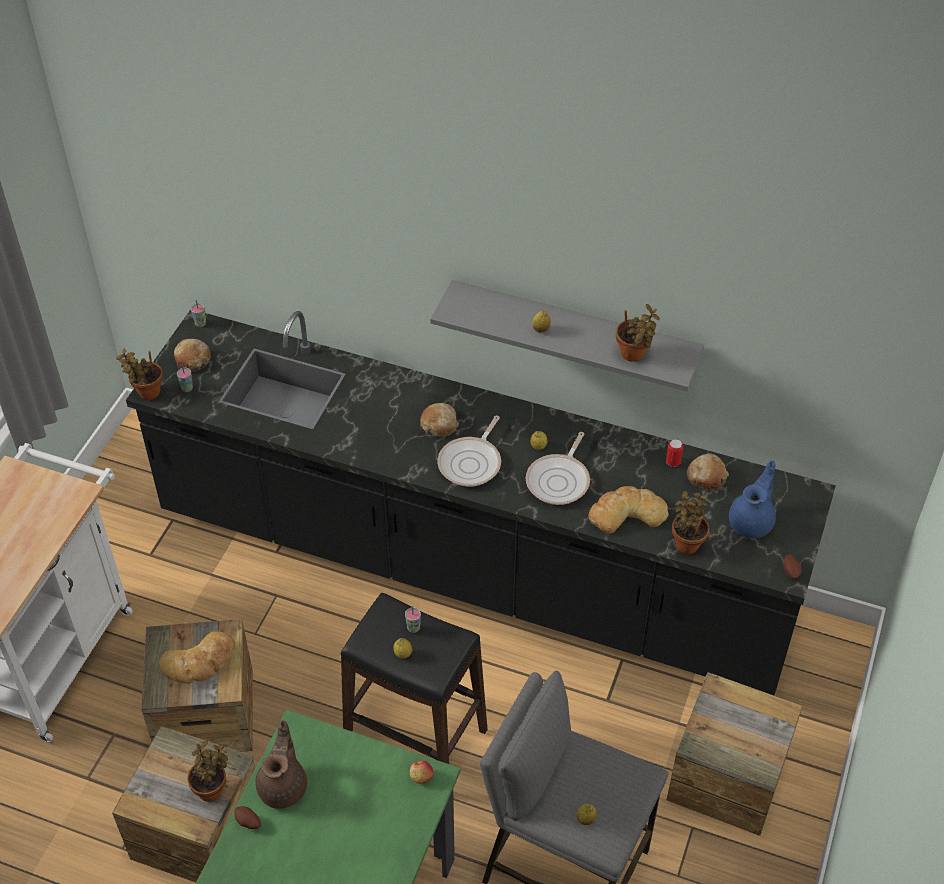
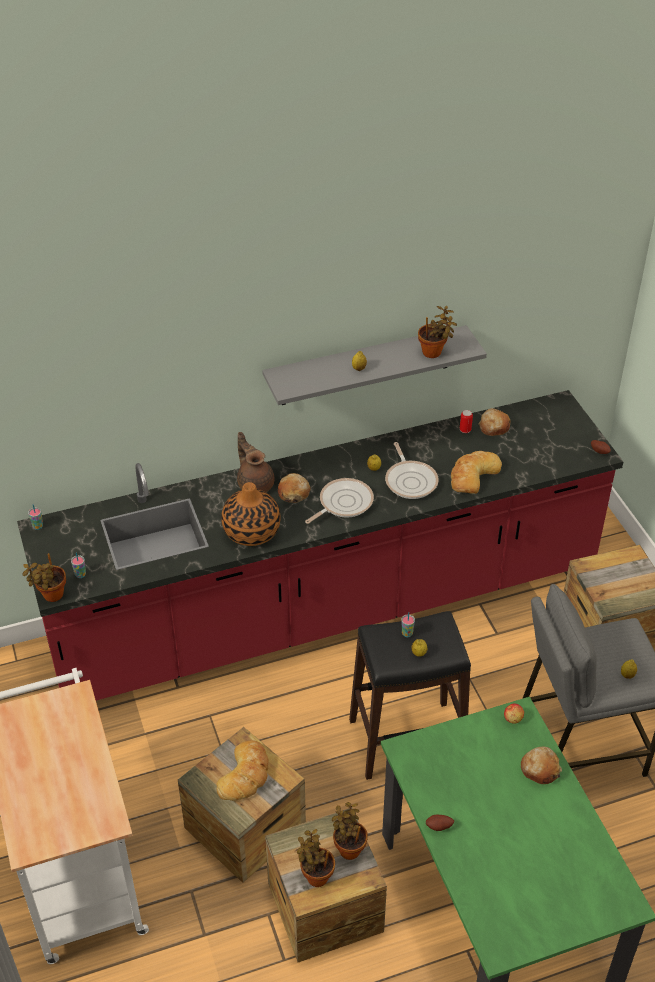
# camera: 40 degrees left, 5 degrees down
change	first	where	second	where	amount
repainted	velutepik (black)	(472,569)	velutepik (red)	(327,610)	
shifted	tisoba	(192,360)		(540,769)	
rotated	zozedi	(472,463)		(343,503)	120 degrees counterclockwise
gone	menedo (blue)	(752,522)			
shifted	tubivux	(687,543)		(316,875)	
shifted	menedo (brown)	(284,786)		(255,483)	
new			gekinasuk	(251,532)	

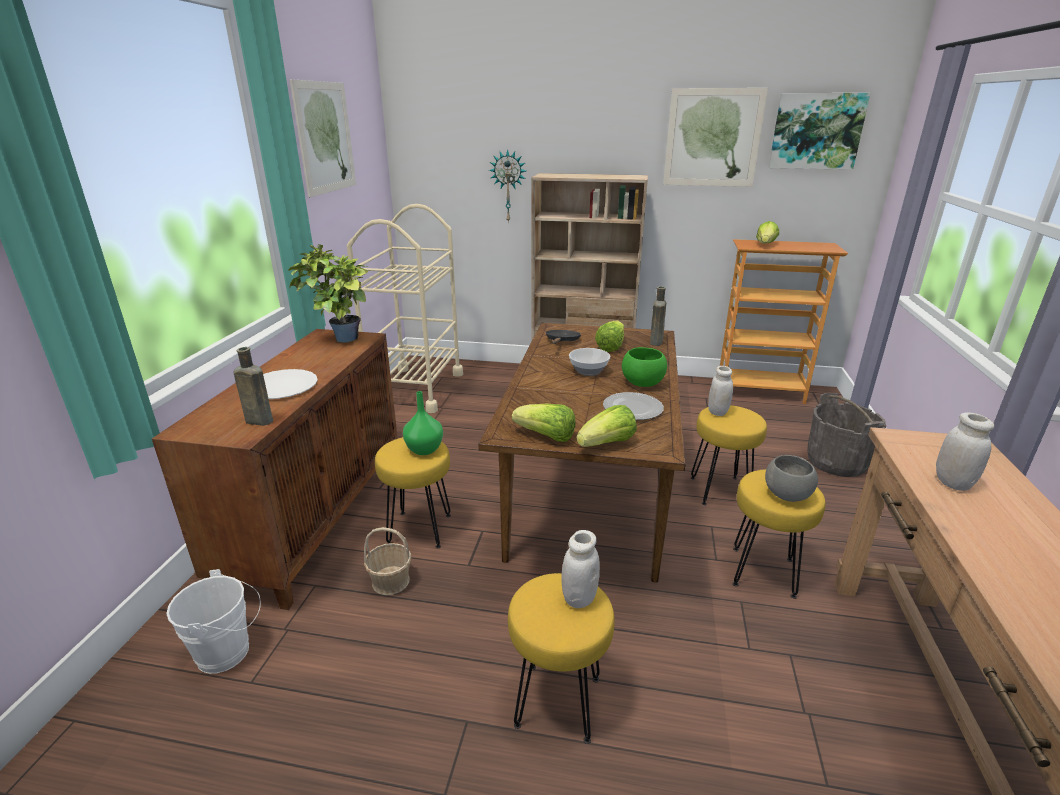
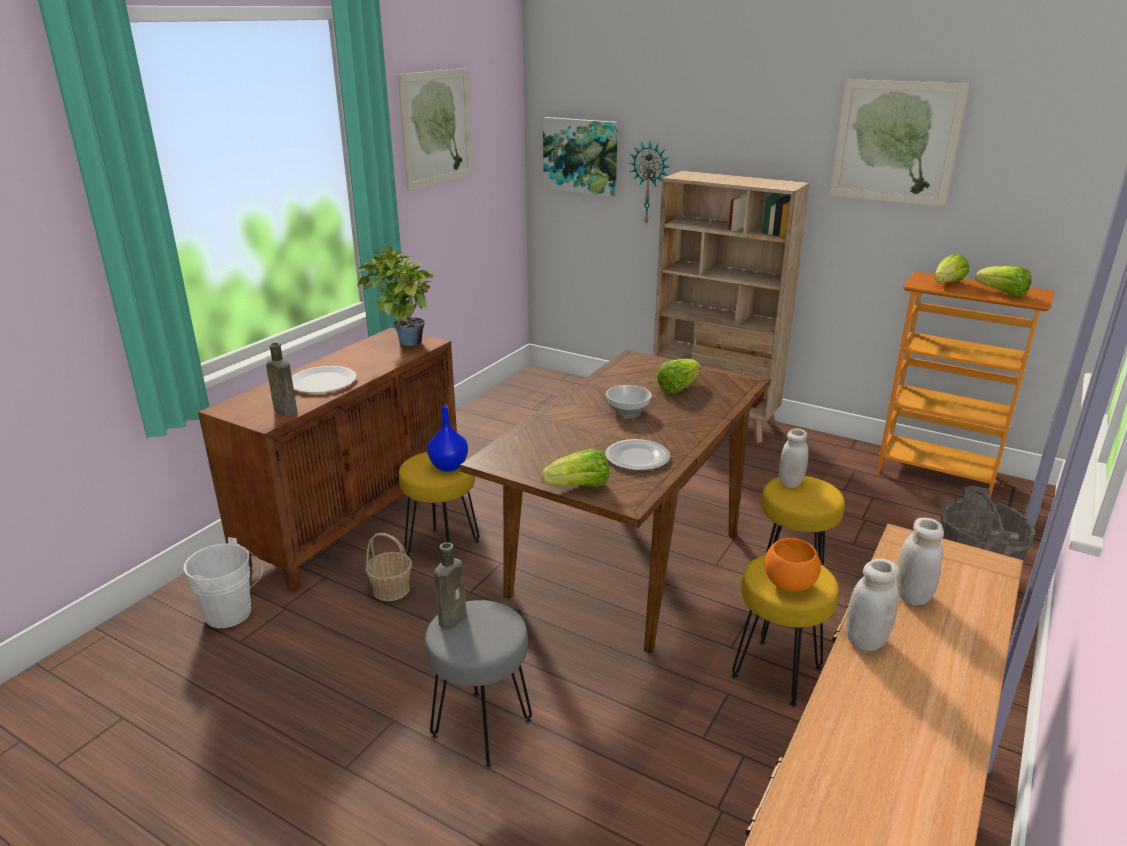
# camera: 20 degrees right, 0 degrees up
change	first	where	second	where	amount
shifted	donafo	(816,131)		(581,156)	
gone	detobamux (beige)	(416,389)			
shifted	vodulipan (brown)	(656,341)		(454,617)	
gone	zozedi (black)	(562,341)			
gone	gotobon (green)	(643,384)			
repainted	gekinasuk (green)	(424,449)	gekinasuk (blue)	(448,466)	
shifted	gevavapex	(546,437)		(1002,294)	
repainted	gotobon (grey)	(786,495)	gotobon (orange)	(788,584)	
shifted	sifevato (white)	(579,598)		(865,640)	
repainted	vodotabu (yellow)	(557,702)	vodotabu (grey)	(480,728)	

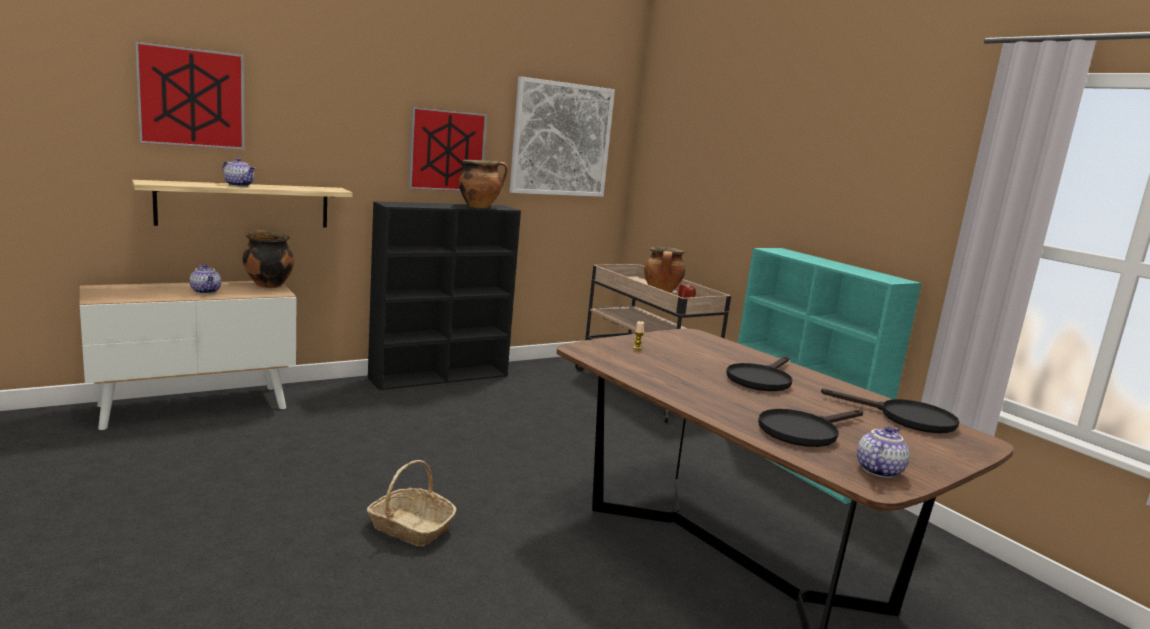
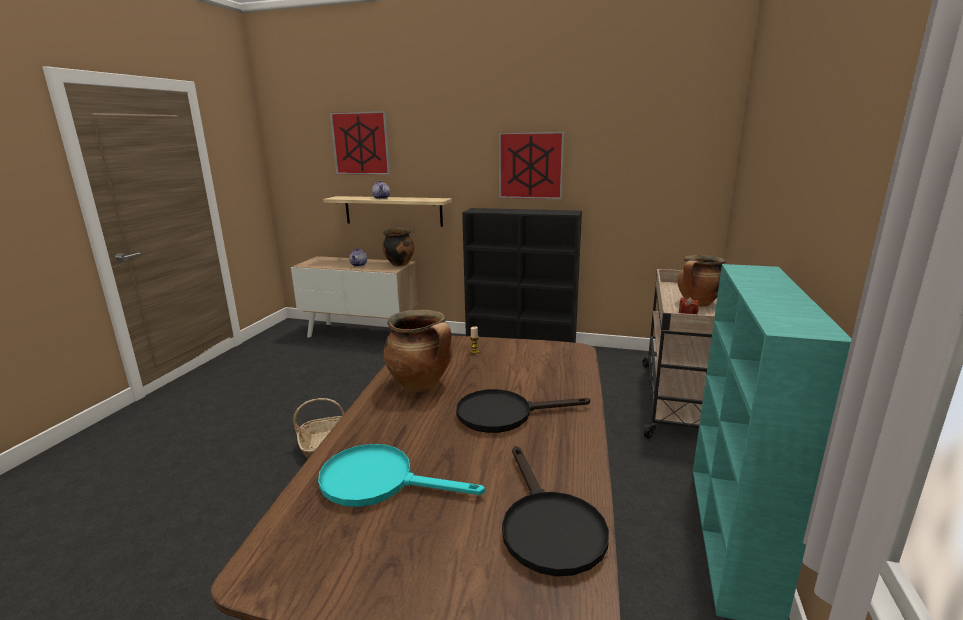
# camera: 50 degrees right, 5 degrees up
change	first	where	second	where	amount
gone	donafo	(561,139)			
shifted	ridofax	(480,206)		(421,385)	
repainted	zozedi (black)	(804,431)	zozedi (turquoise)	(379,481)	
gone	menedo	(877,470)			

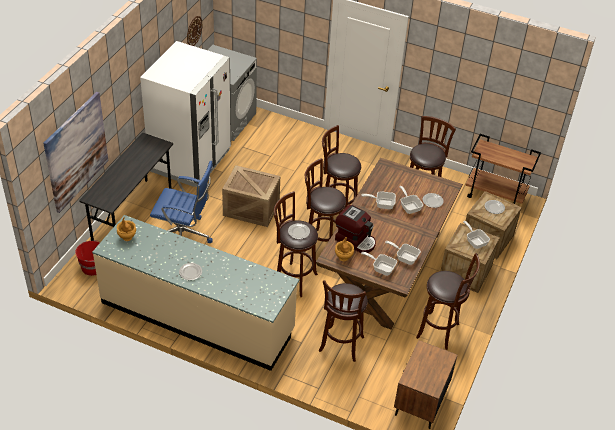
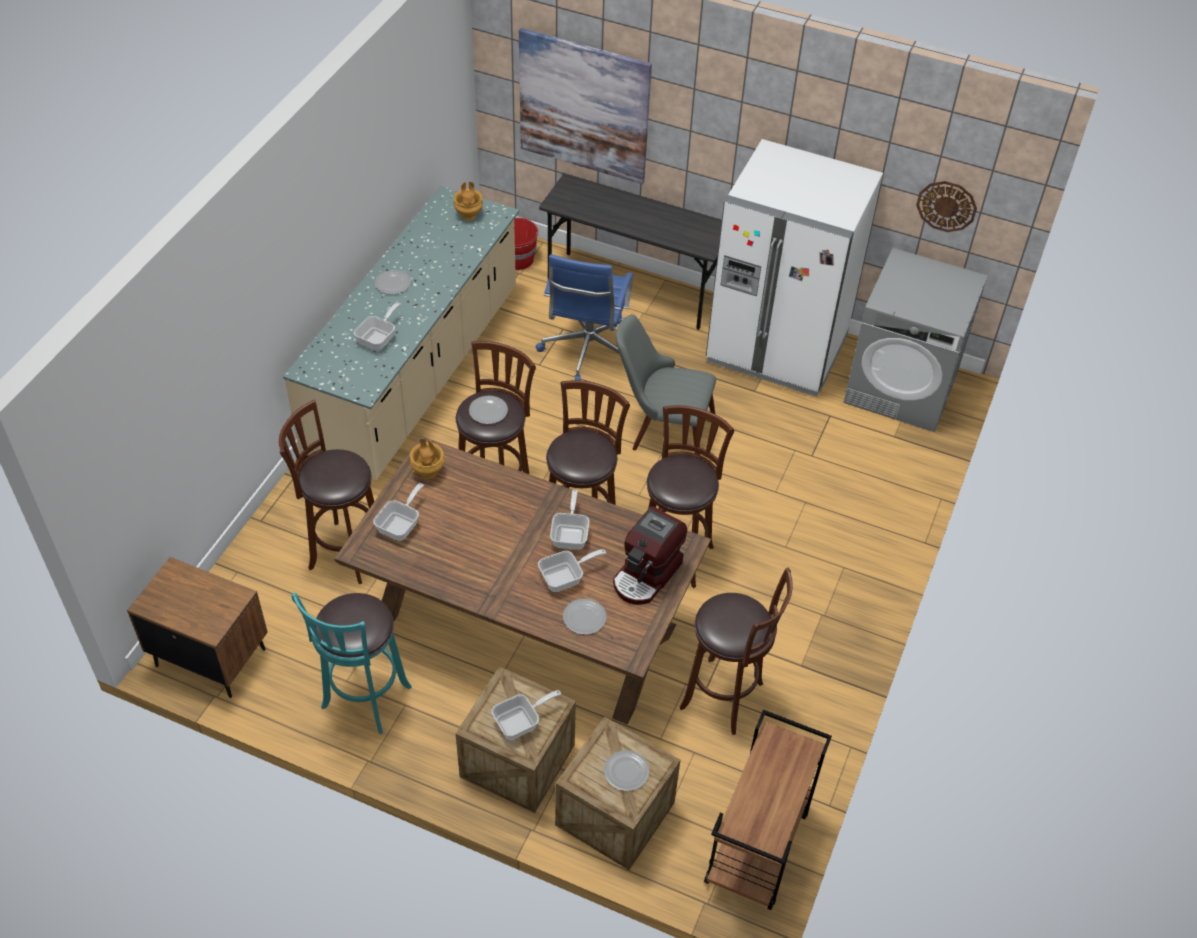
# camera: 90 degrees right, 5 degrees up
change	first	where	second	where	amount
swapped	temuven	(250,209)	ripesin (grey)	(662,430)	
shifted	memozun	(355,240)		(647,575)	
shifted	zozedi	(404,257)		(379,338)	
repainted	vodotabu (brown)	(440,332)	vodotabu (turquoise)	(364,701)	

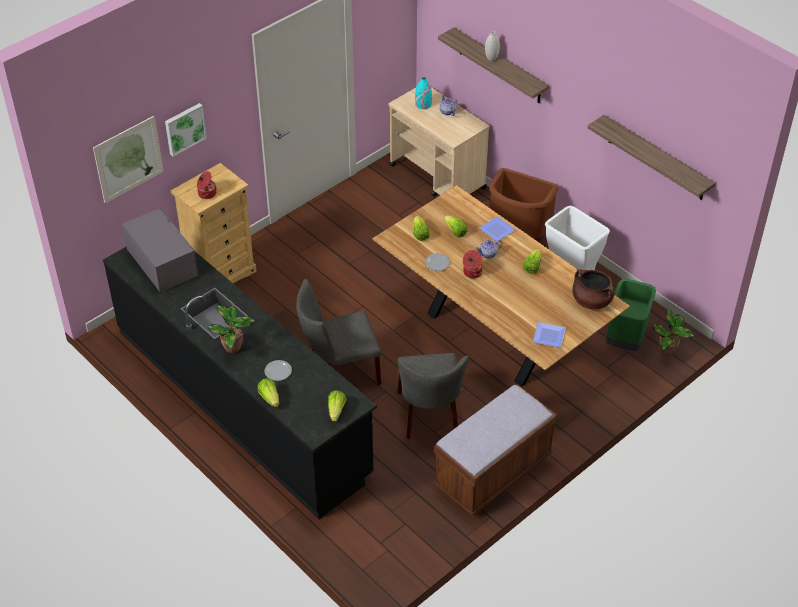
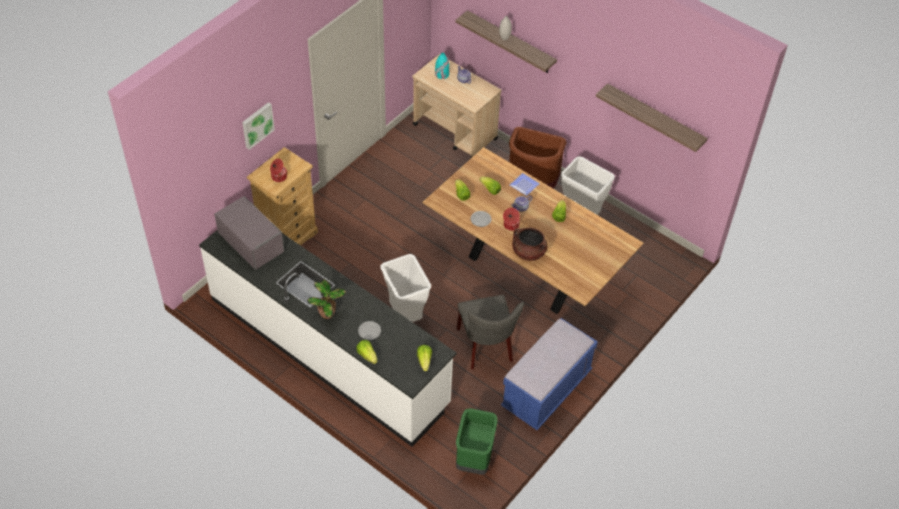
# camera: 10 degrees left, 5 degrees up
change	first	where	second	where	amount
gone	donafo	(128,159)			
repainted	velutepik (black)	(242,401)	velutepik (white)	(328,350)	
shifted	ridofax (brown)	(591,301)		(528,252)	
swapped	ripesin (grey)	(339,372)	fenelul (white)	(405,316)	
shifted	fenelul (green)	(626,339)		(475,459)	
gone	tubivux	(668,351)			
gone	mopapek	(550,335)			
repainted	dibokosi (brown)	(493,472)	dibokosi (blue)	(546,390)	

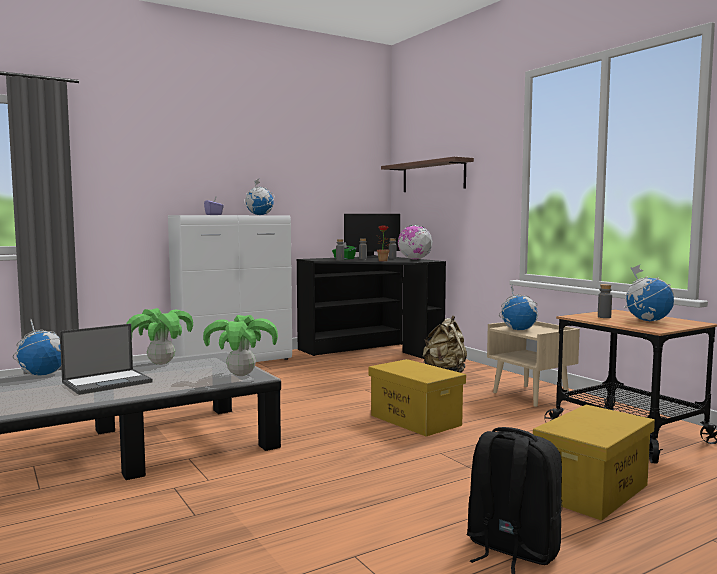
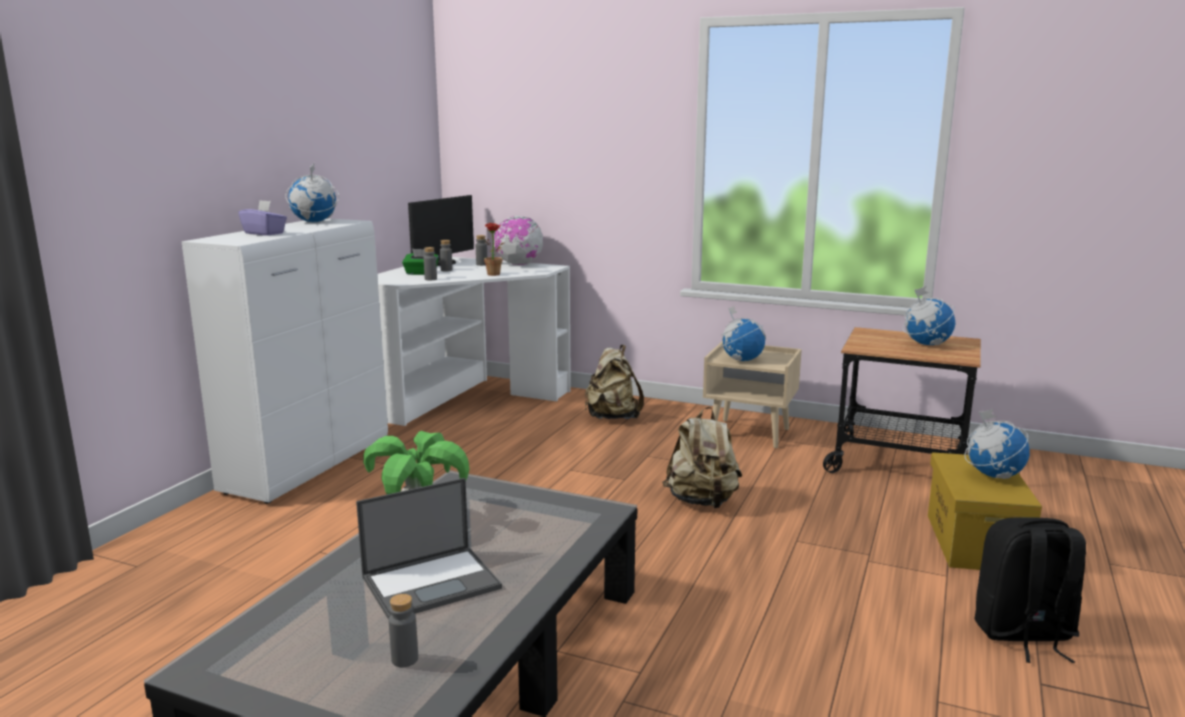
# camera: 35 degrees left, 10 degrees up
change	first	where	second	where	amount
gone	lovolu	(433,176)			
repainted	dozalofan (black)	(370,350)	dozalofan (white)	(465,399)	
shifted	vodulipan (grey)	(604,317)		(405,659)	
gone	tubivux	(241,375)			
shifted	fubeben	(42,374)		(993,475)	
rotated	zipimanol	(108,382)		(432,582)	45 degrees clockwise
swapped	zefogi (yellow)	(416,420)	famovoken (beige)	(702,502)	

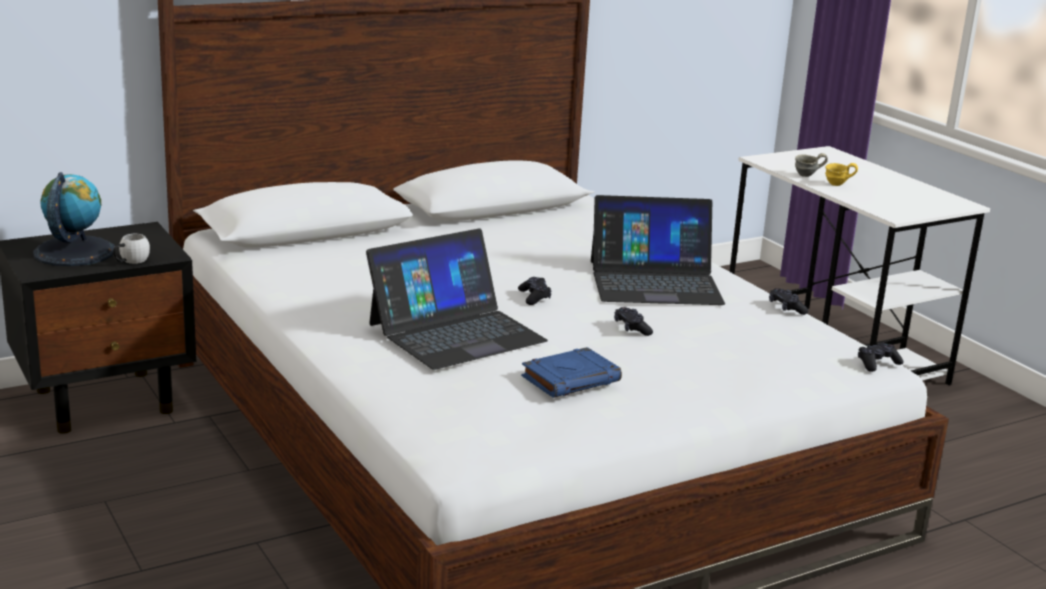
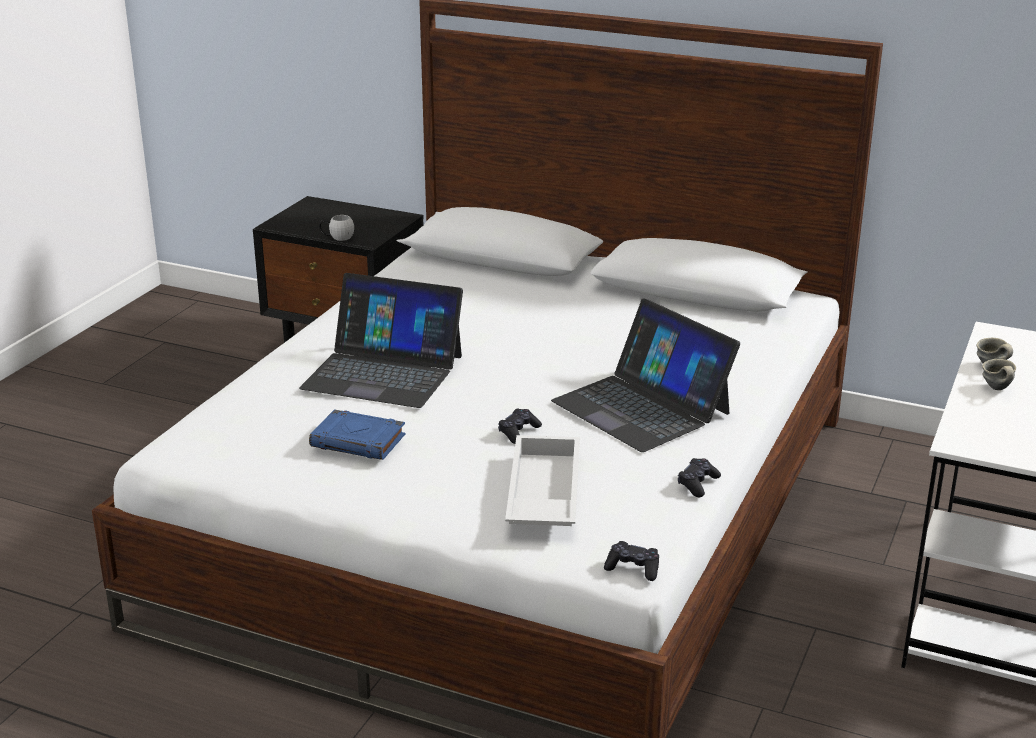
# camera: 55 degrees right, 5 degrees up
change	first	where	second	where	amount
repainted	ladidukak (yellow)	(837,185)	ladidukak (grey)	(995,389)	
gone	fubeben	(74,252)			
gone	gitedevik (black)	(534,297)			
new			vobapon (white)	(541,494)	

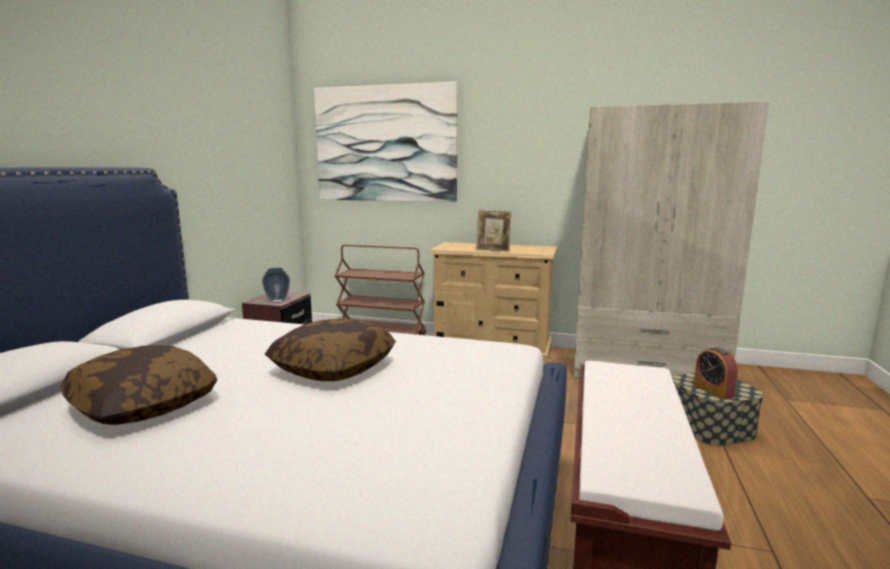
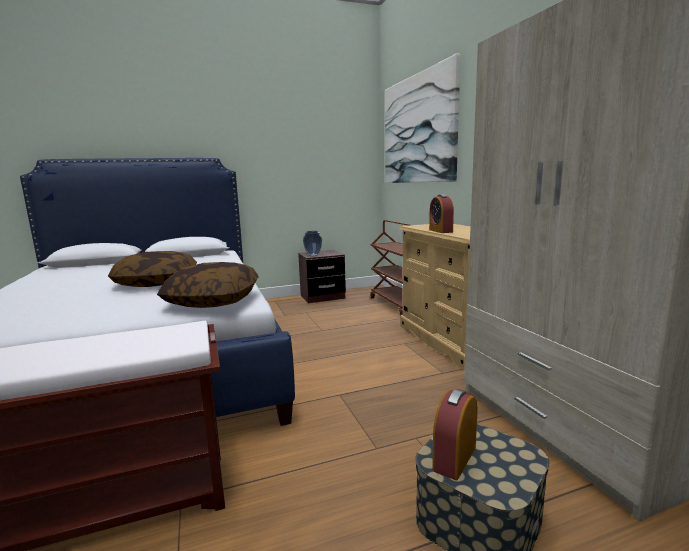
# camera: 55 degrees right, 0 degrees up
change	first	where	second	where	amount
swapped	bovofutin	(493,251)	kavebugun	(440,231)	
shifted	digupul	(143,405)		(213,301)	

